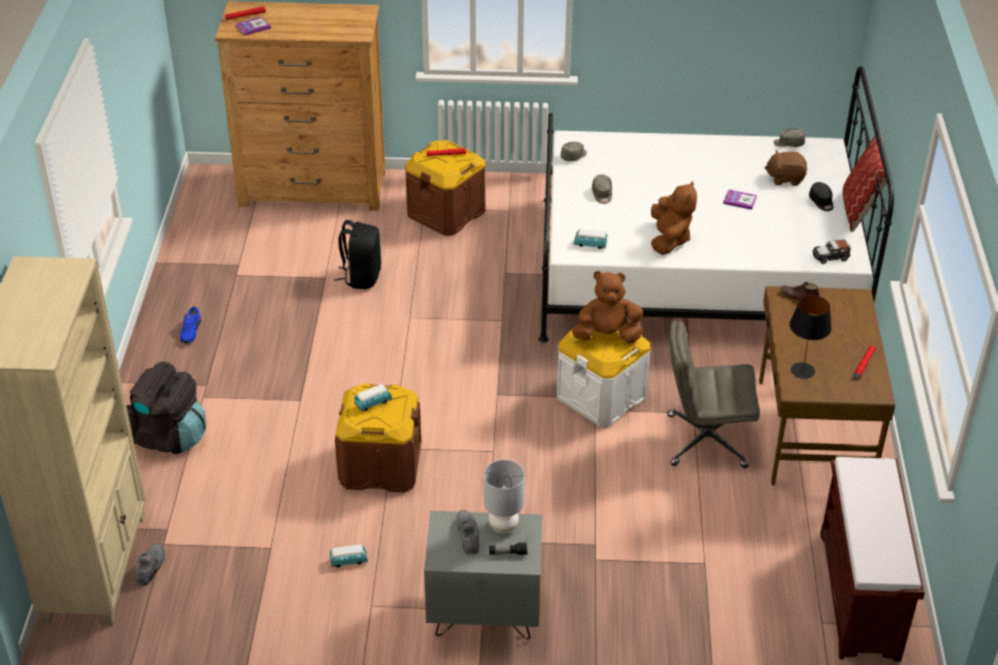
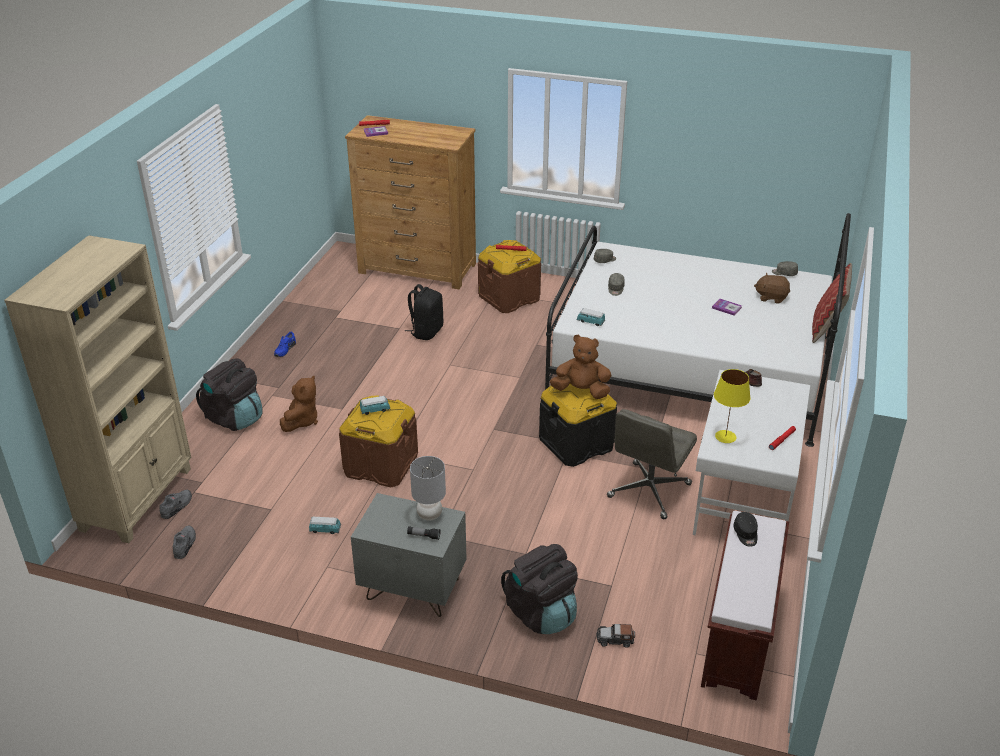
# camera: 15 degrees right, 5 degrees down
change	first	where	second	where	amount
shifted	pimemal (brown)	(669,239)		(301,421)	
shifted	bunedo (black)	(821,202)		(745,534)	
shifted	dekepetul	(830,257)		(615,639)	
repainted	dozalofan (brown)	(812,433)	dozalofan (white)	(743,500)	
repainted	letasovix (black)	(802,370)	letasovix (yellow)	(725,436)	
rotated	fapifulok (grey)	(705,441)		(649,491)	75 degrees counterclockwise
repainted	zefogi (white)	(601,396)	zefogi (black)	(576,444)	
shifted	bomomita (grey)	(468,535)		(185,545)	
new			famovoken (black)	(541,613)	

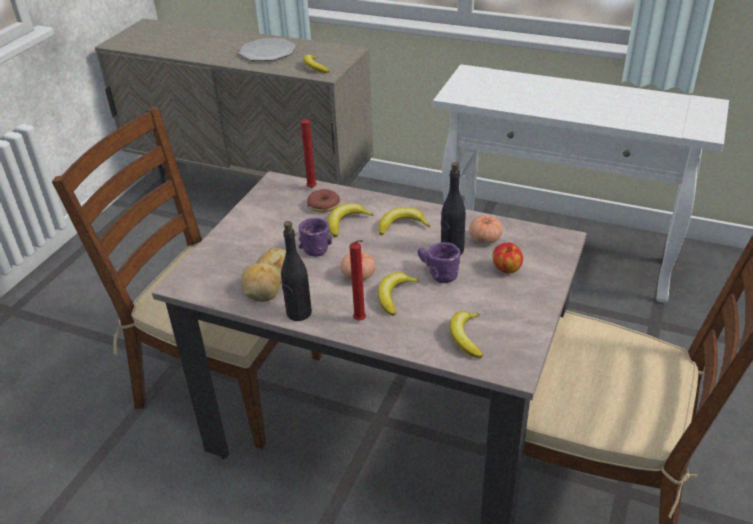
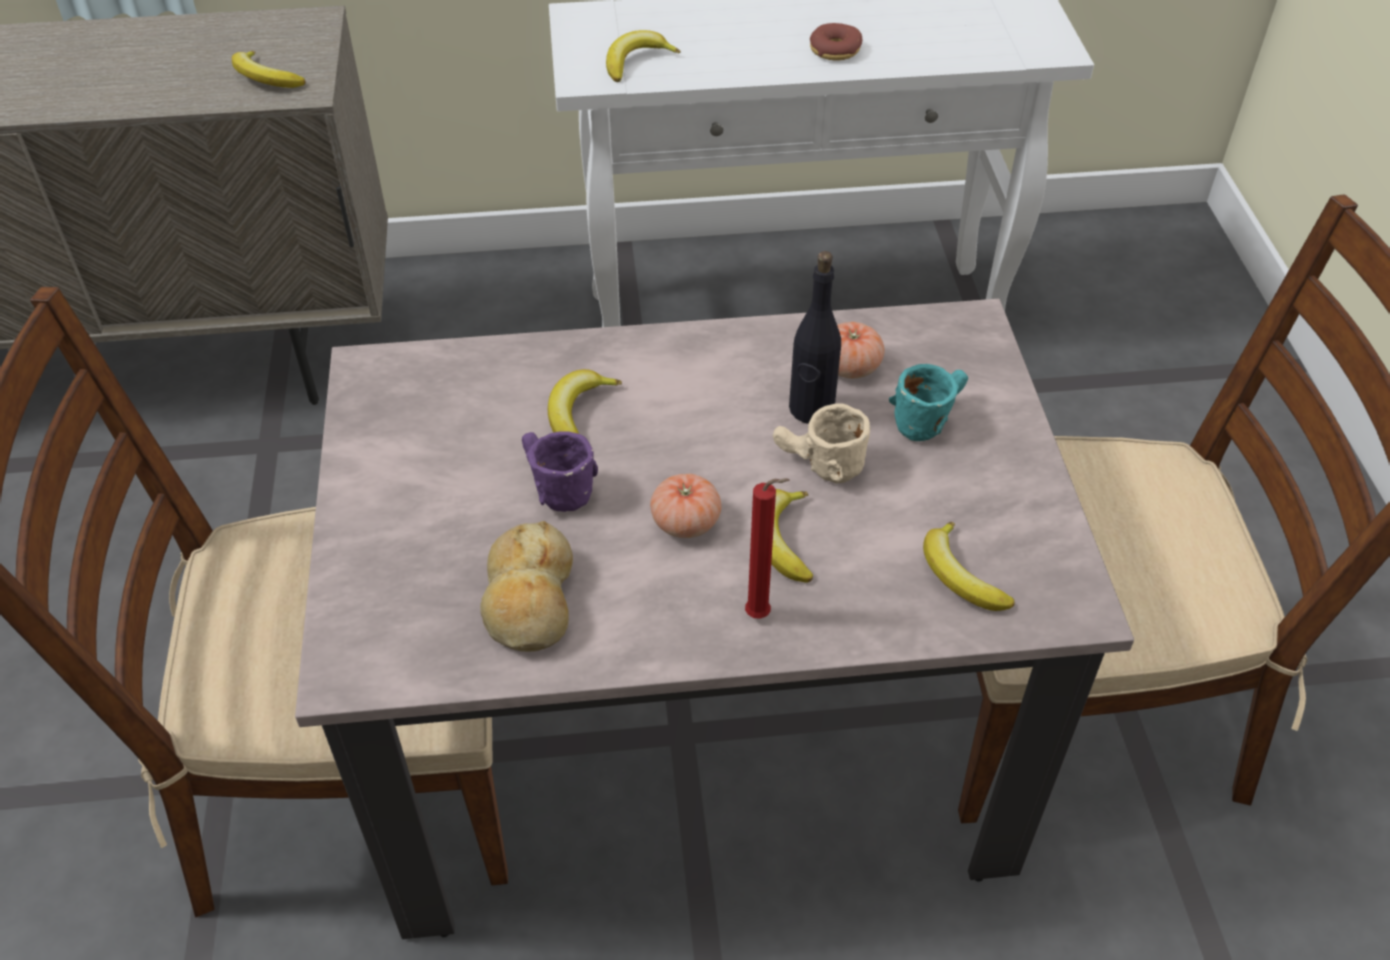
# camera: 30 degrees left, 10 degrees up
change	first	where	second	where	amount
gone	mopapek	(267,51)			
gone	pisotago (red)	(313,188)			
shifted	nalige	(323,205)		(835,50)	
shifted	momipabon	(402,225)		(636,62)	
gone	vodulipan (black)	(298,313)			
repainted	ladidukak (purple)	(435,273)	ladidukak (beige)	(817,466)	
swapped	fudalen	(506,269)	ladidukak (turquoise)	(928,416)	

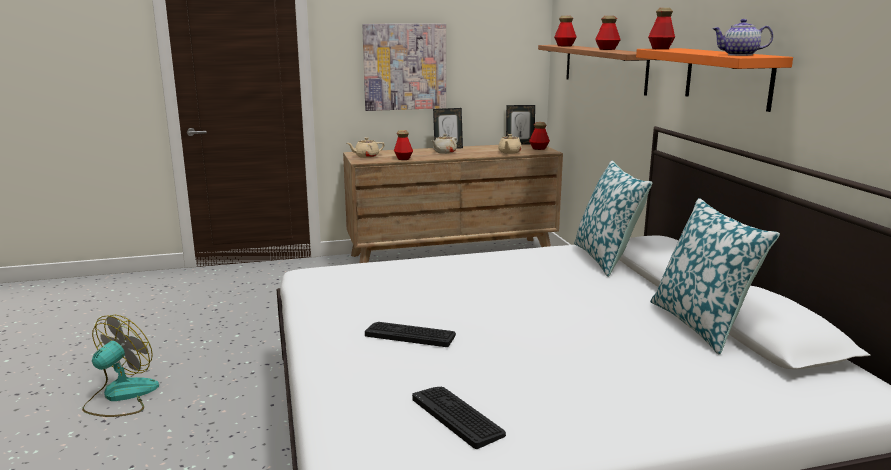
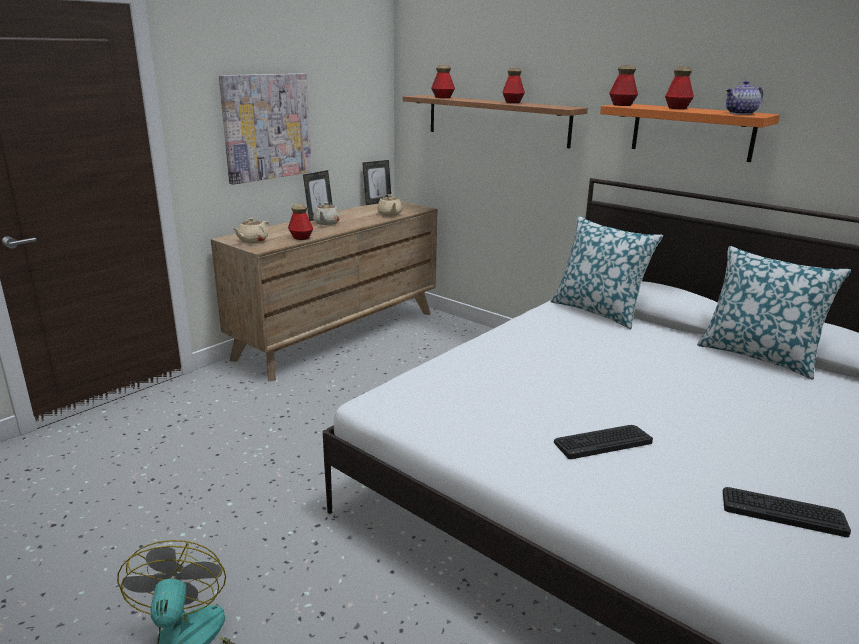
# camera: 35 degrees left, 5 degrees up
change	first	where	second	where	amount
shifted	vodulipan	(539,148)		(677,108)	

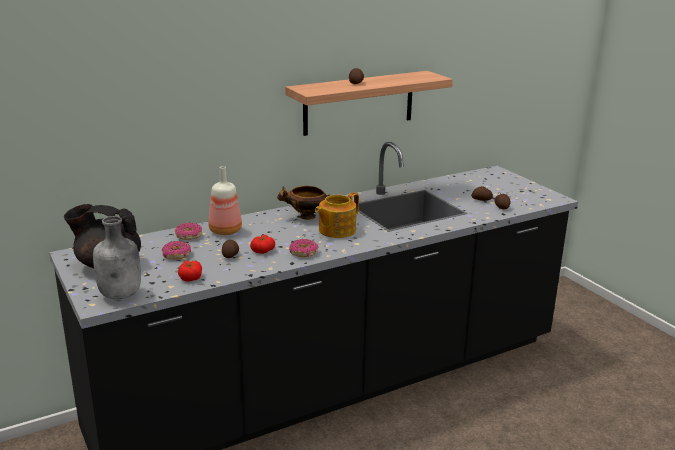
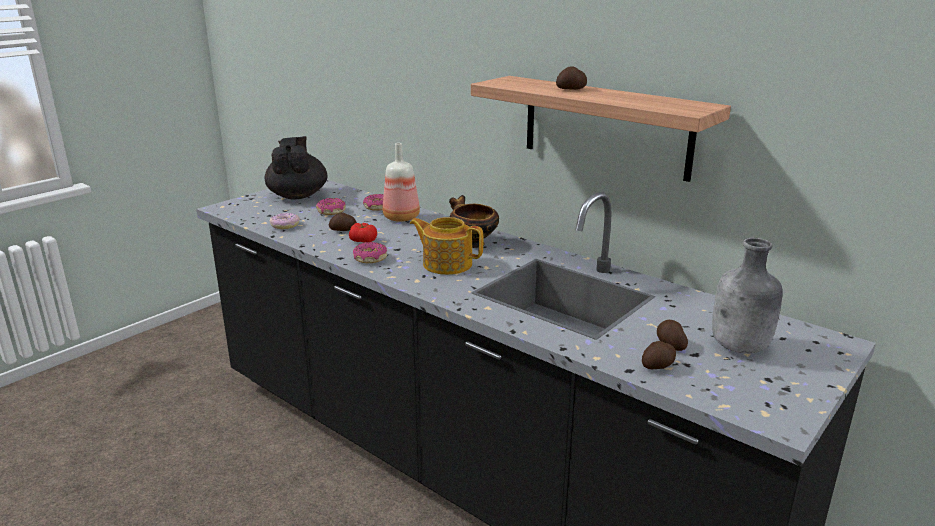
# camera: 70 degrees right, 0 degrees up
change	first	where	second	where	amount
shifted	vodulipan (grey)	(121,294)		(740,347)	
swapped	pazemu	(190,277)	nalige	(285,225)	

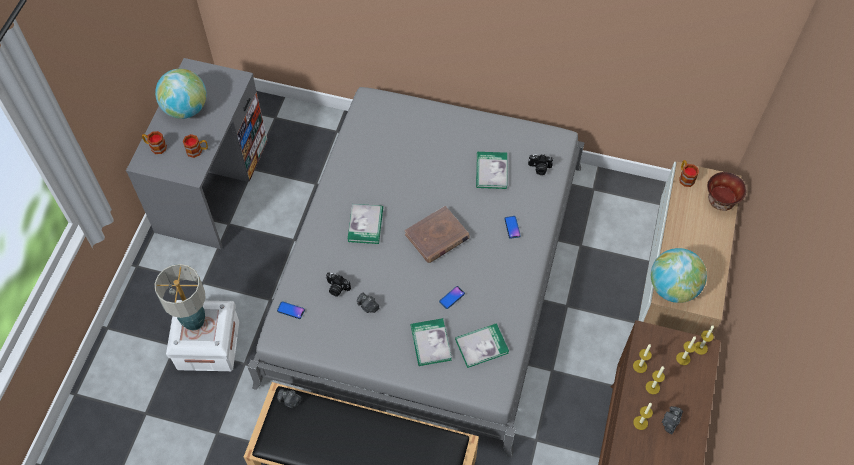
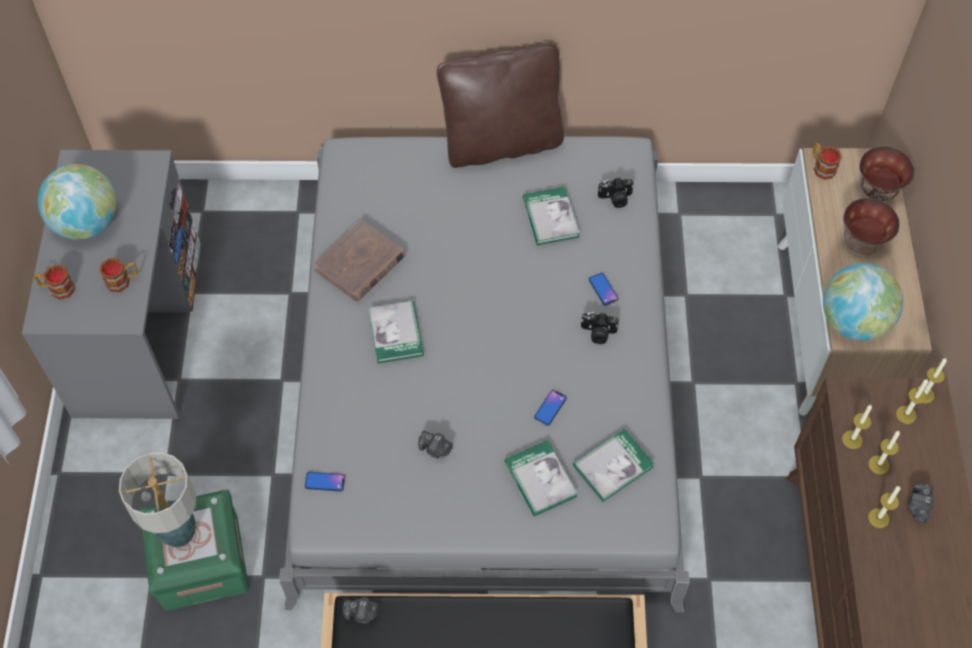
# camera: 15 degrees left, 0 degrees up
change	first	where	second	where	amount
shifted	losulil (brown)	(437,237)		(360,263)	
shifted	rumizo	(337,288)		(598,333)	
repainted	zefogi (white)	(208,345)	zefogi (green)	(201,562)	
new			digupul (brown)	(501,142)	
new			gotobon	(861,241)	

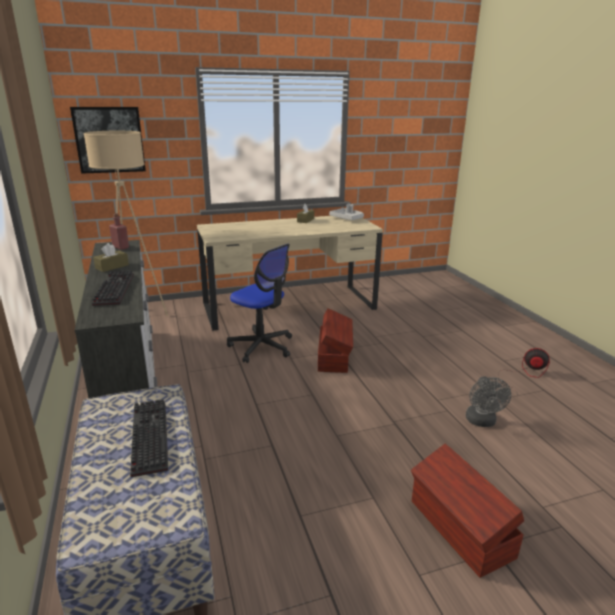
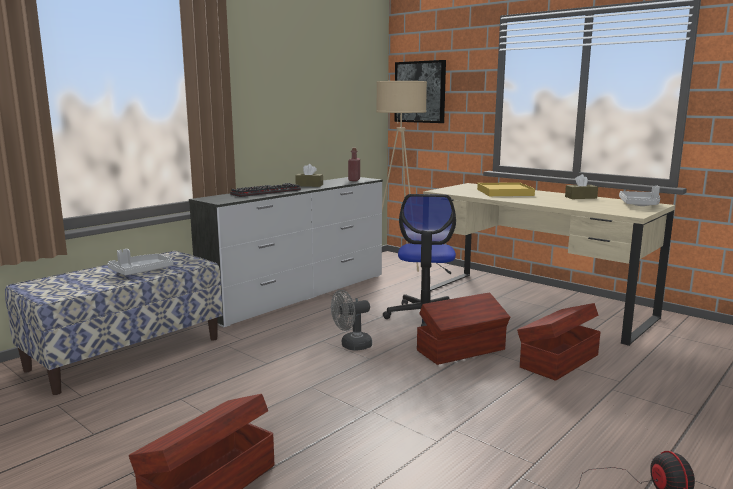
# camera: 60 degrees right, 10 degrees down
change	first	where	second	where	amount
shifted	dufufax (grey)	(482,422)		(351,346)	
swapped	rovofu	(147,436)	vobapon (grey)	(140,271)	
new			vobapon (yellow)	(504,192)	
new			zefogi (brown)	(557,361)	

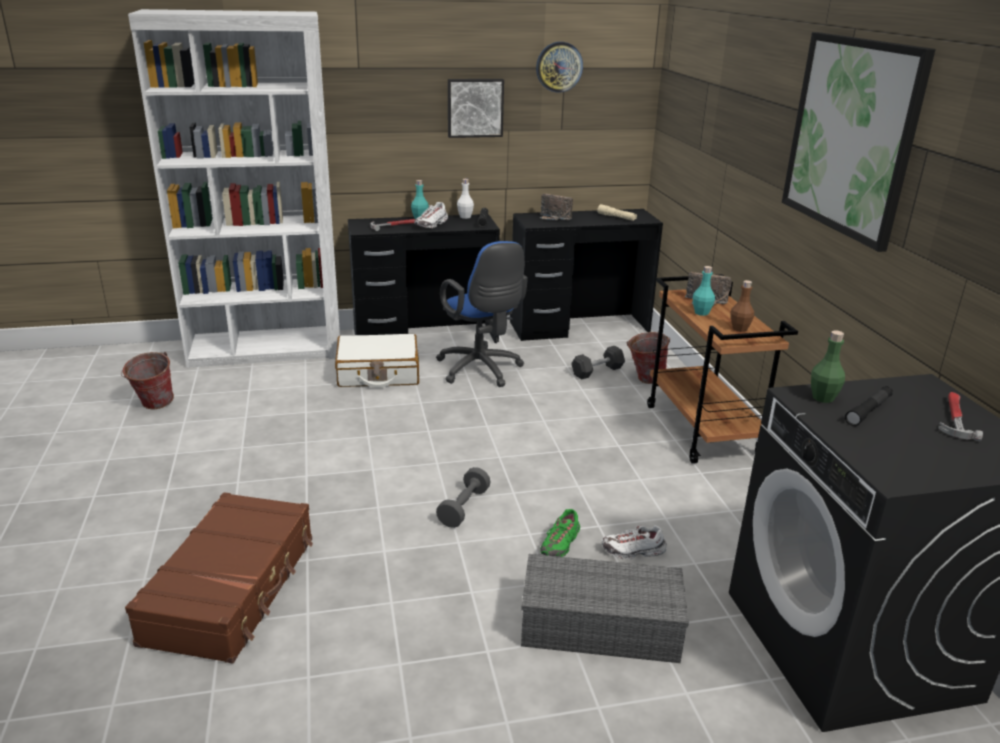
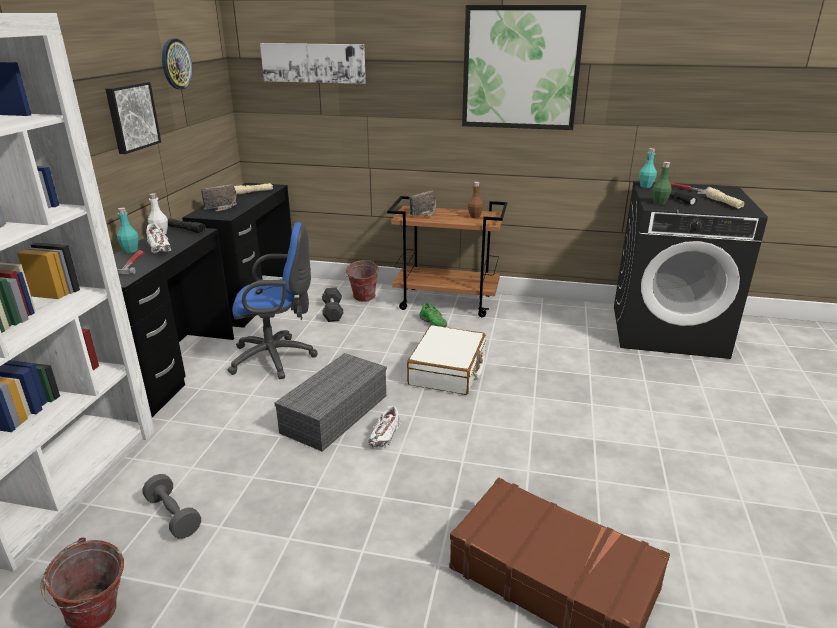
# camera: 65 degrees left, 0 degrees up
change	first	where	second	where	amount
shifted	vodulipan (turquoise)	(701,313)		(645,186)	
shifted	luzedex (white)	(378,373)		(448,371)	
shifted	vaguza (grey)	(464,508)		(173,516)	
shifted	bomomita (green)	(560,544)		(433,323)	
shifted	bomomita (white)	(633,551)		(385,436)	
shifted	zefogi (grey)	(602,625)		(335,412)	
new			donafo	(313,63)	
new			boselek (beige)	(723,203)	

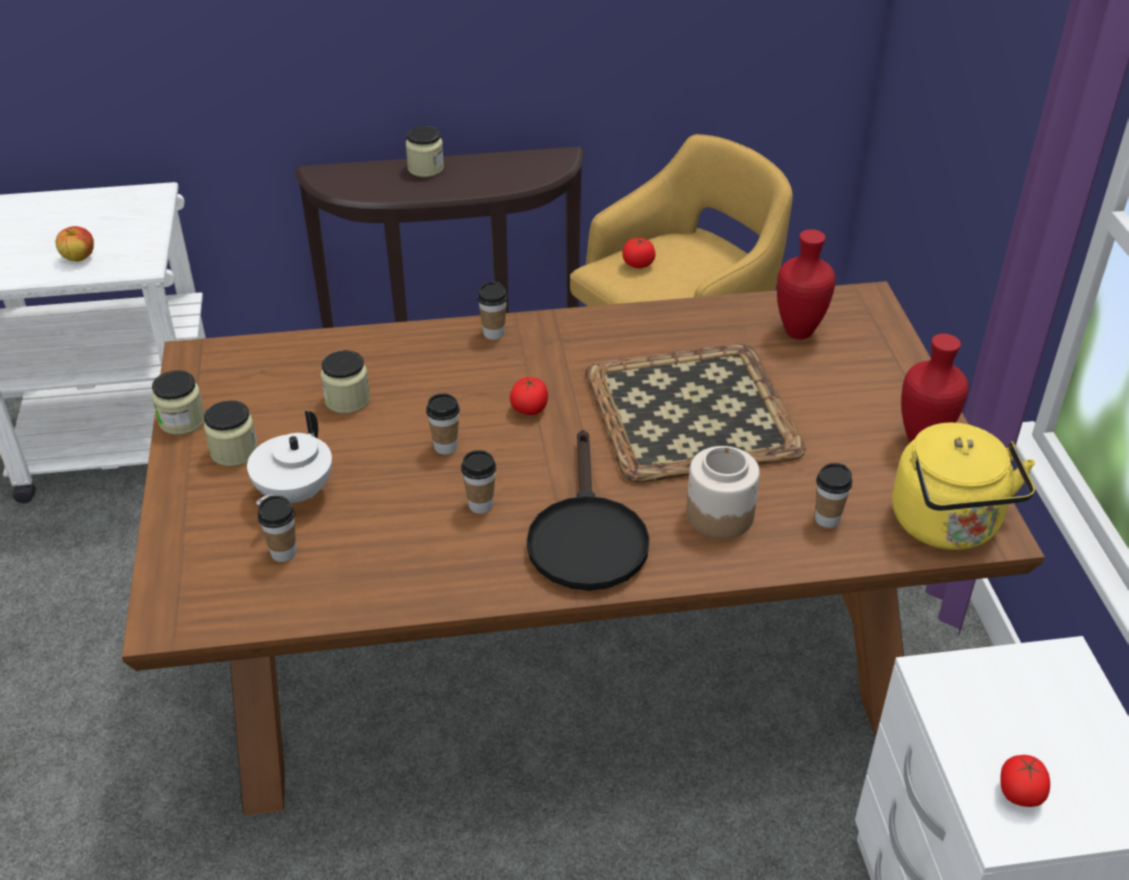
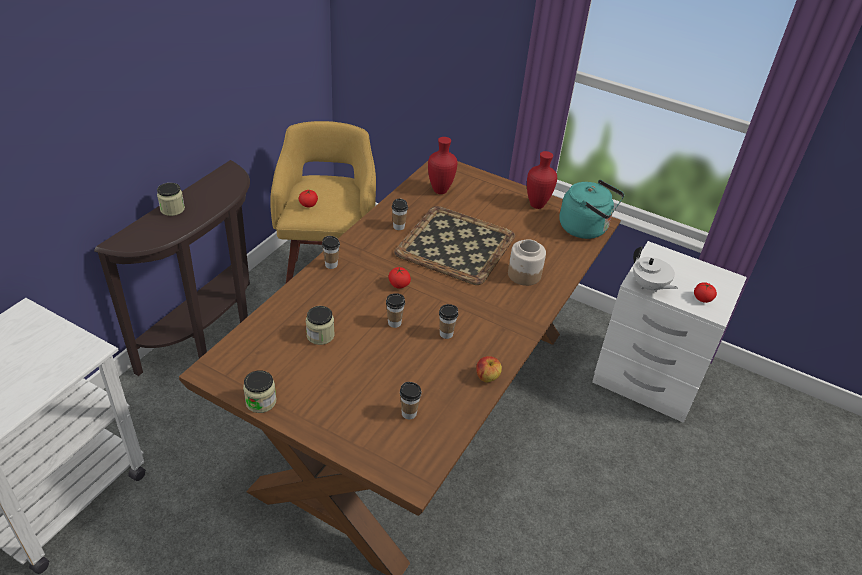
# camera: 55 degrees left, 0 degrees up
change	first	where	second	where	amount
shifted	fudalen	(79,258)		(487,377)	
gone	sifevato	(234,451)			
shifted	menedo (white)	(293,494)		(648,286)	
repainted	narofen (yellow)	(948,526)	narofen (turquoise)	(586,228)	
gone	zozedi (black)	(586,536)			
shifted	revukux	(827,519)		(398,226)	

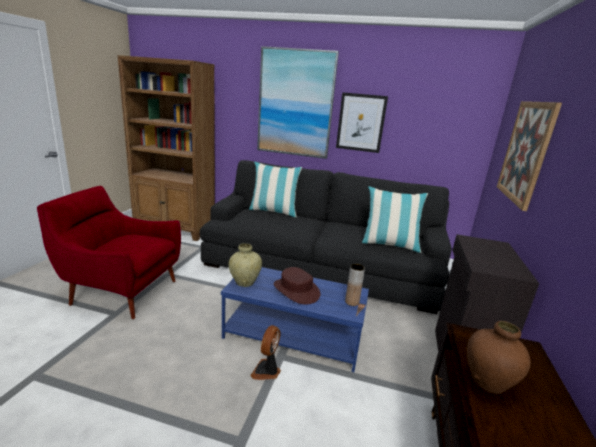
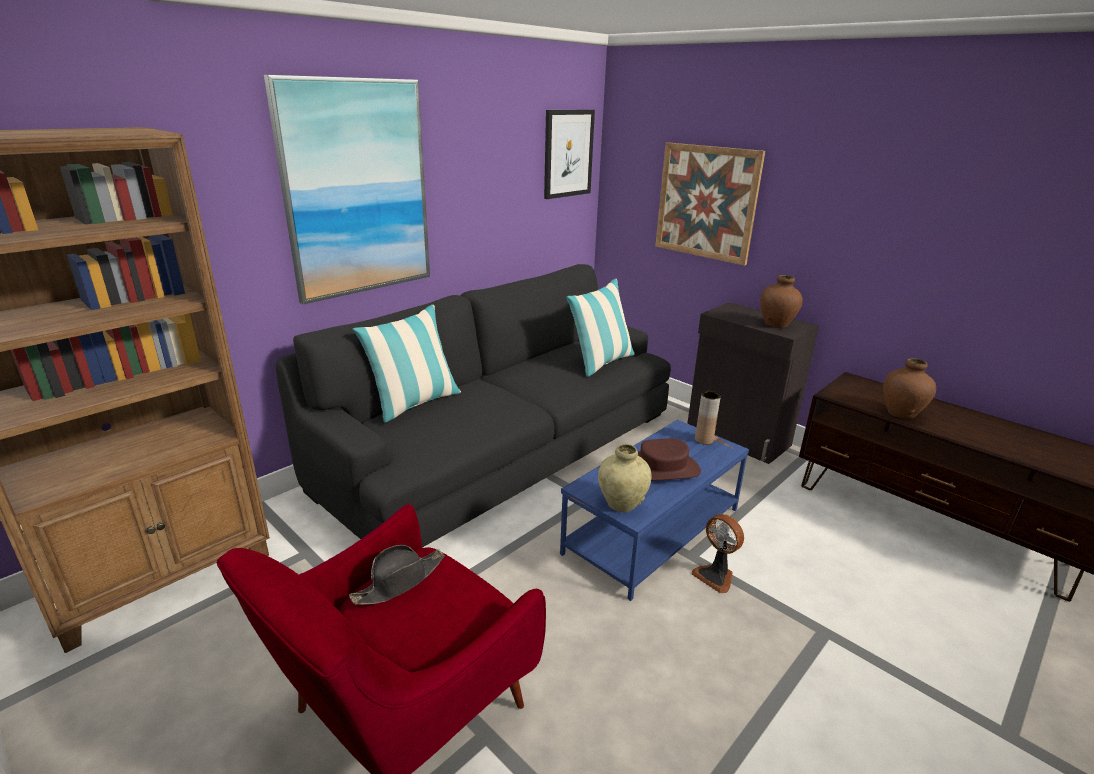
# camera: 60 degrees left, 5 degrees up
change	first	where	second	where	amount
shifted	donafo	(361,122)		(568,153)	
new			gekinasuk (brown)	(776,325)	
new			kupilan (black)	(400,581)	

